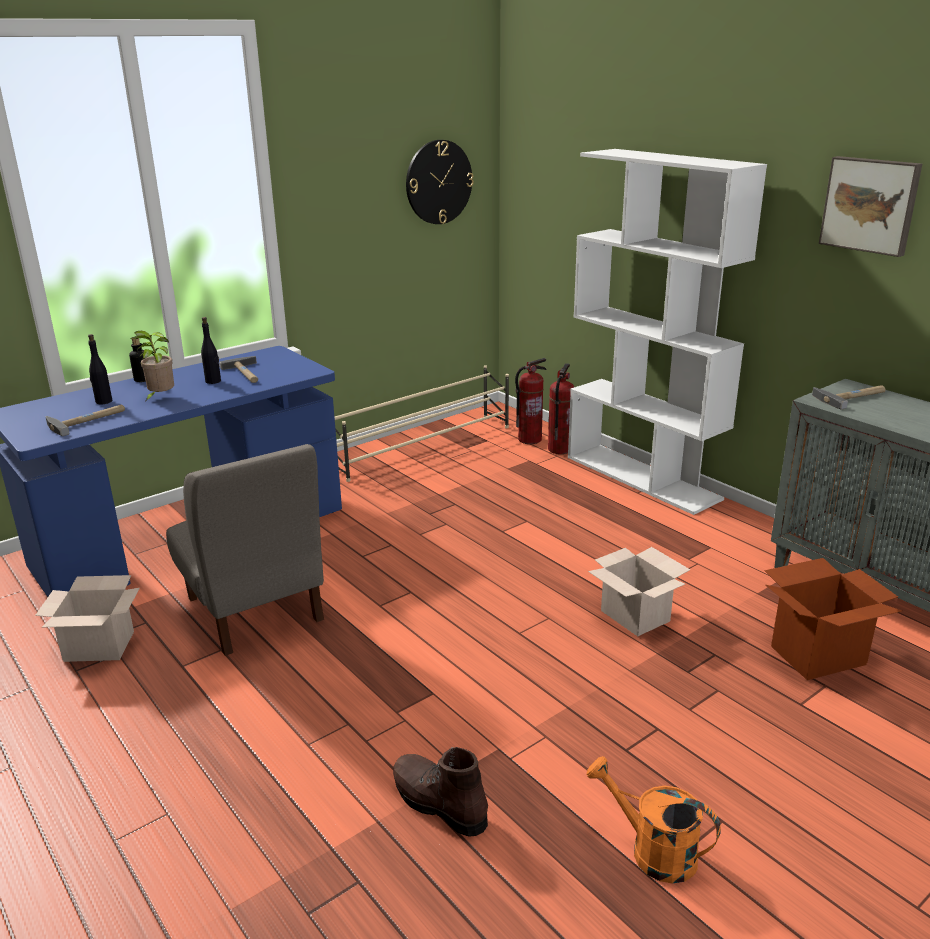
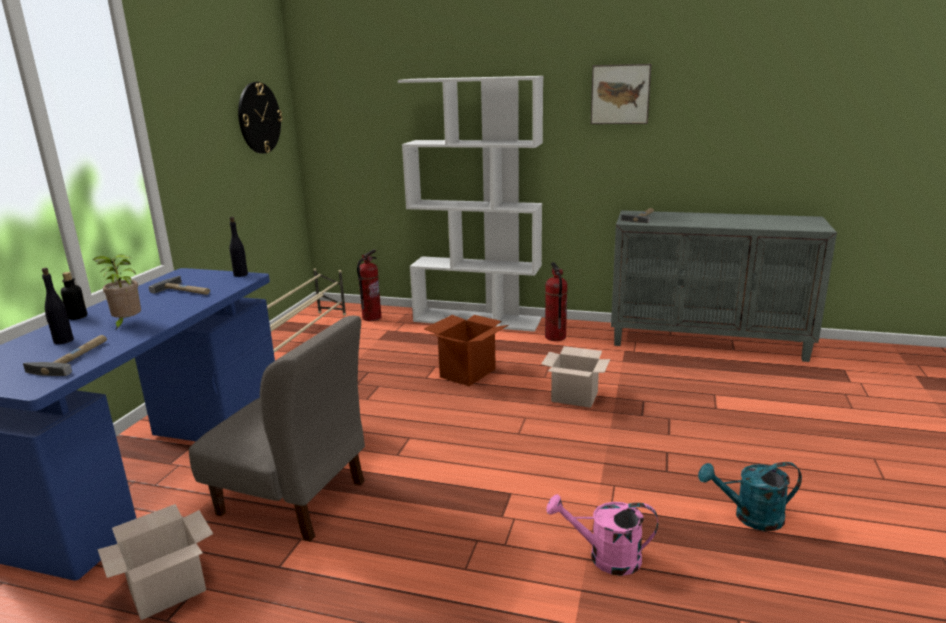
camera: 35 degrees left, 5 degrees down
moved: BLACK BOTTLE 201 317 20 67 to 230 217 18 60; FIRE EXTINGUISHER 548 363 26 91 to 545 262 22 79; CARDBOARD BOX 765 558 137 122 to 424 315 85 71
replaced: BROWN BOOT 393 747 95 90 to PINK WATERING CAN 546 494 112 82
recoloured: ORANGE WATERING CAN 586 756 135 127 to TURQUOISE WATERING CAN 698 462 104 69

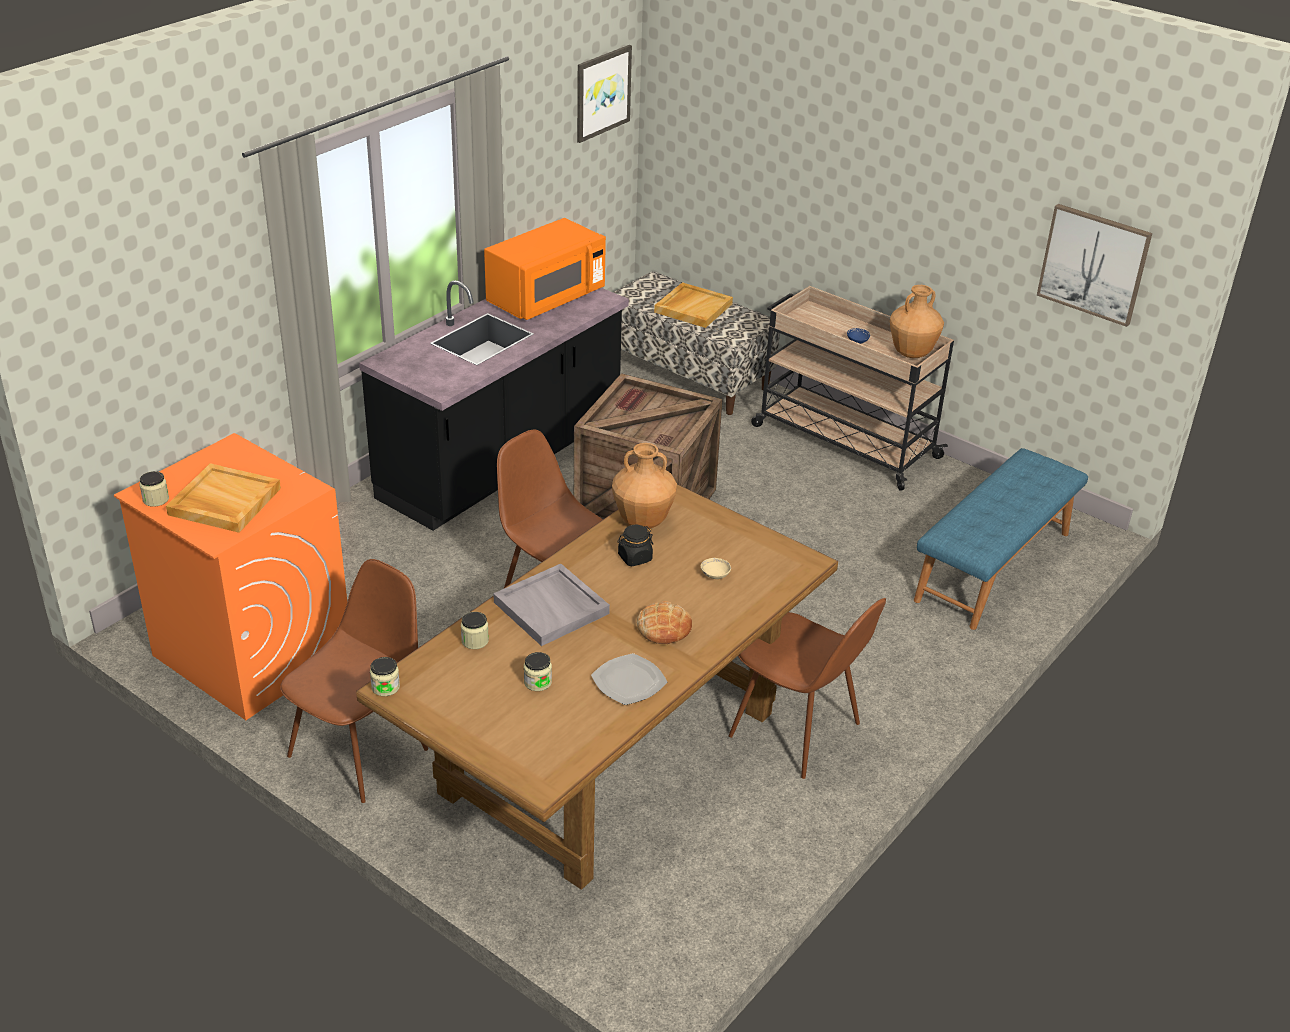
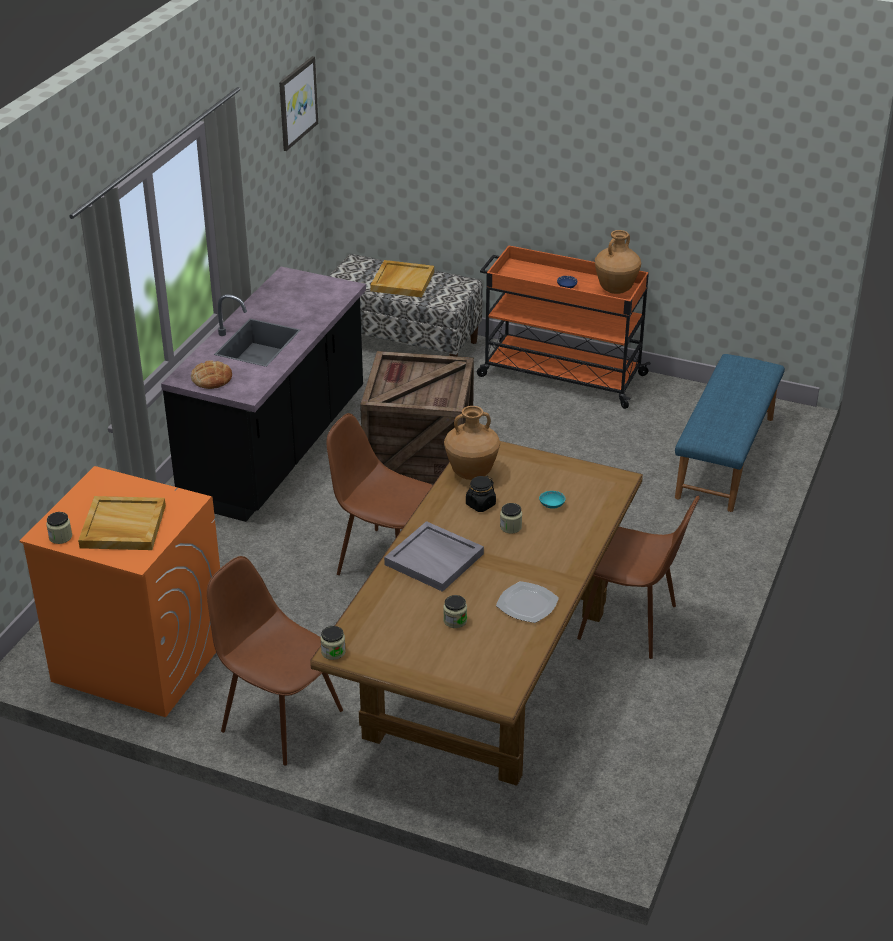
camera: 15 degrees left, 0 degrees up
removed: ORANGE MICROWAVE 484 218 122 102; PICTURE 1037 204 115 123
moved: JAR 461 612 28 37 to 500 503 22 30; BREAD 637 601 55 43 to 191 360 41 29
recoloured: BEIGE BOWL 701 558 30 21 to TURQUOISE BOWL 539 491 26 18; BEIGE CART 751 286 203 205 to ORANGE CART 477 245 174 164
turned: BROWN CHAIR 280 559 148 244 = 207 556 136 210 75 degrees counterclockwise

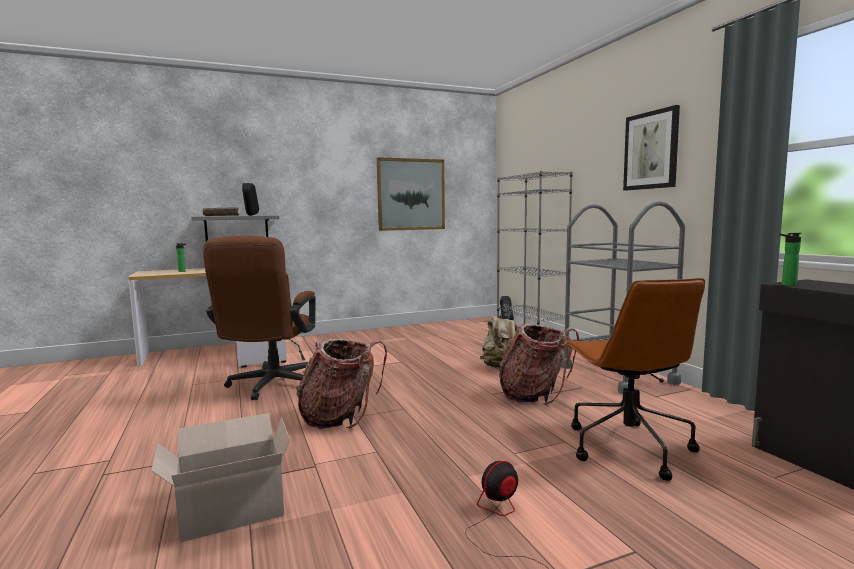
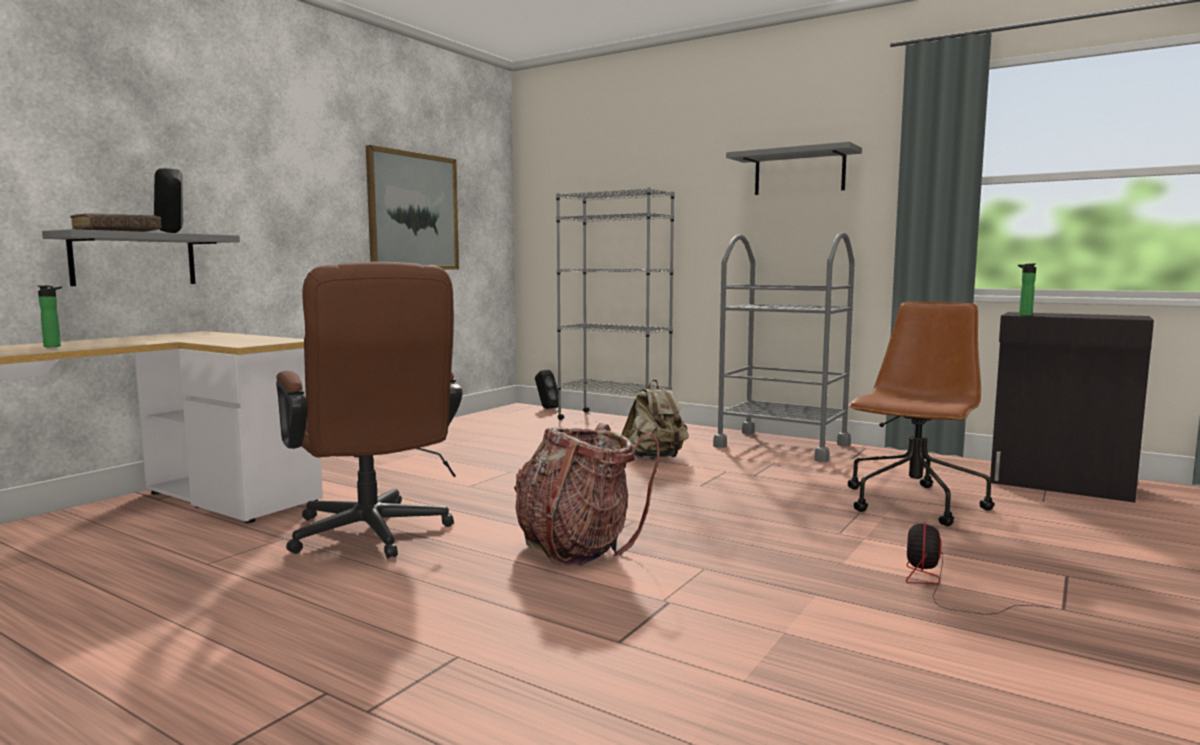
camera: 35 degrees left, 0 degrees up
removed: CARDBOARD BOX 151 413 139 129; BACKPACK 499 323 80 82
replaced: PICTURE 623 105 57 86 to GREY SHELF 726 142 136 53
turned: BROWN OFFICE CHAIR 564 278 141 203 = 848 301 147 225 105 degrees counterclockwise

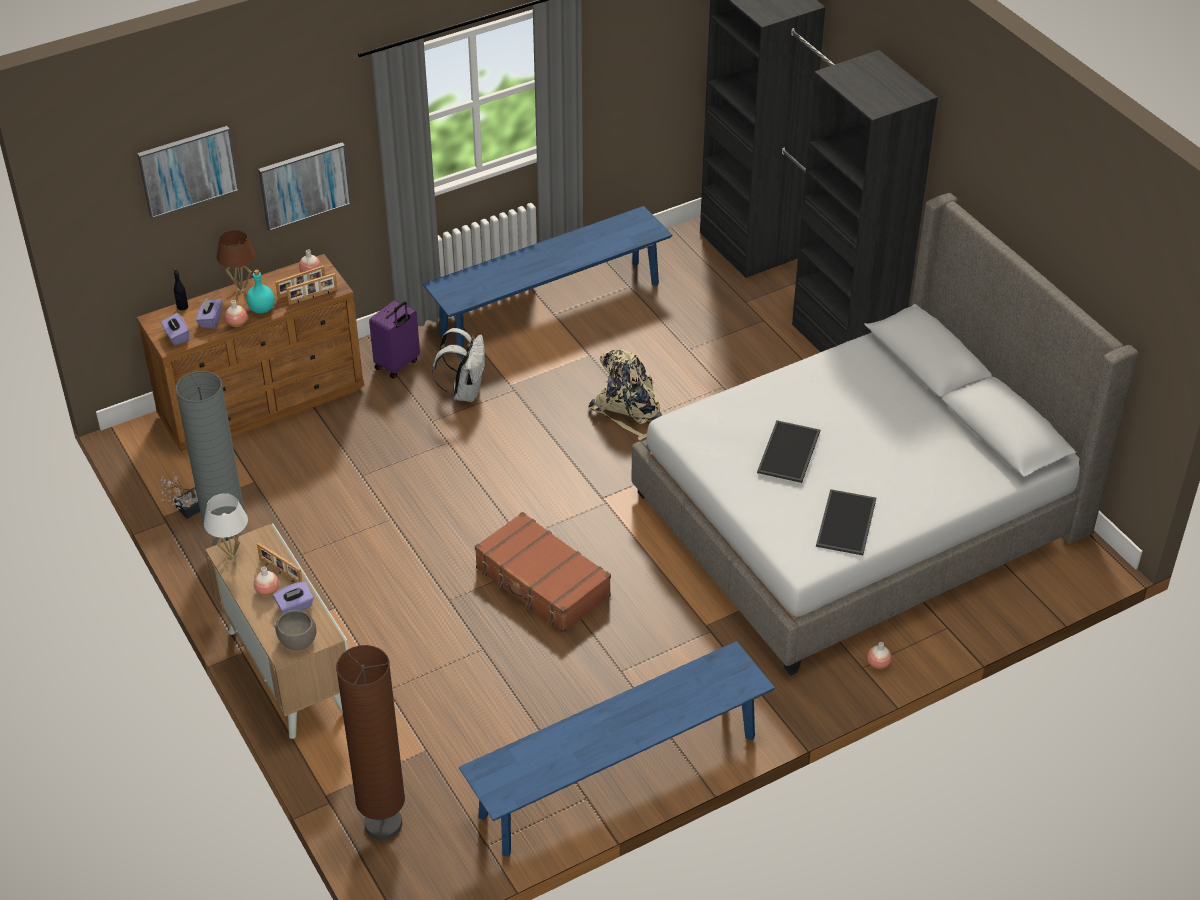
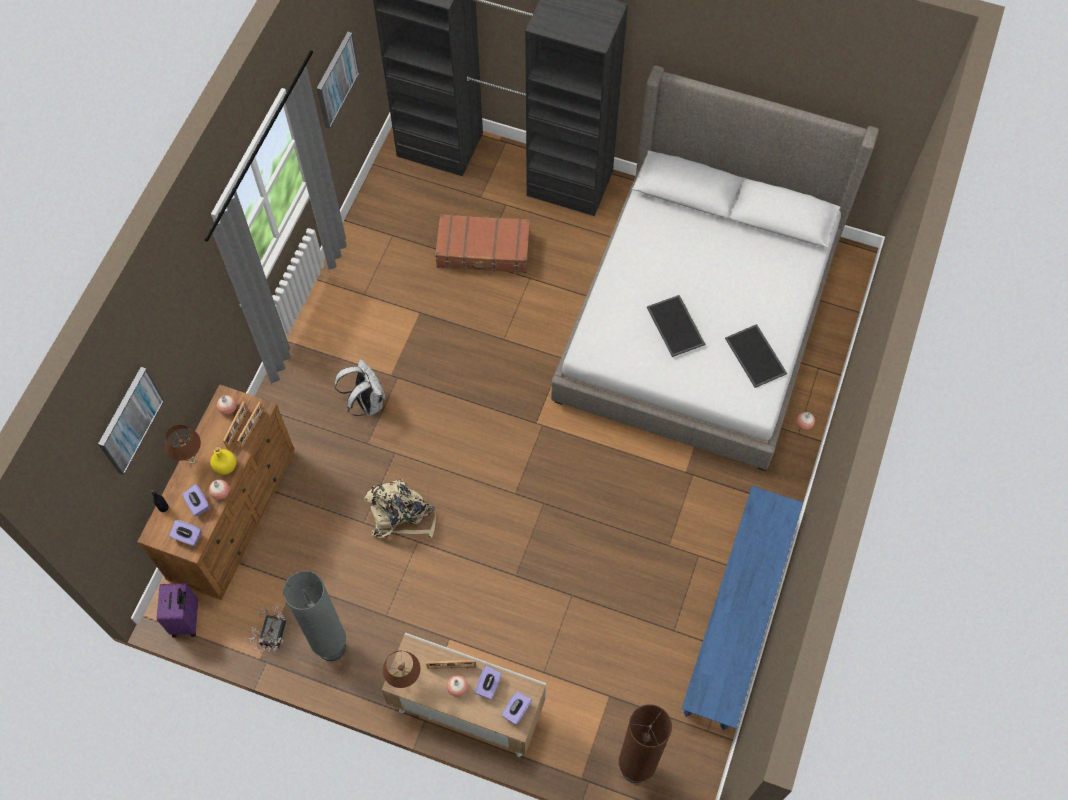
camera: 40 degrees left, 20 degrees up
removed: BLUE BENCH 423 206 249 152
moved: PICTURE 258 143 93 88 to 317 32 42 97; PURPLE SUITCASE 369 300 51 78 to 157 583 41 54; BROWN SUITCASE 475 512 136 121 to 435 214 95 60; BEIGE BACKPACK 588 349 74 92 to 365 479 71 59
replaced: GREY BOWL 274 610 42 40 to PURPLE TISSUE BOX 501 691 31 34
recoloured: WHITE TABLE LAMP 204 493 44 66 to BROWN TABLE LAMP 383 651 37 37; TURQUOISE BOTTLE 246 269 29 44 to YELLOW BOTTLE 210 447 27 28

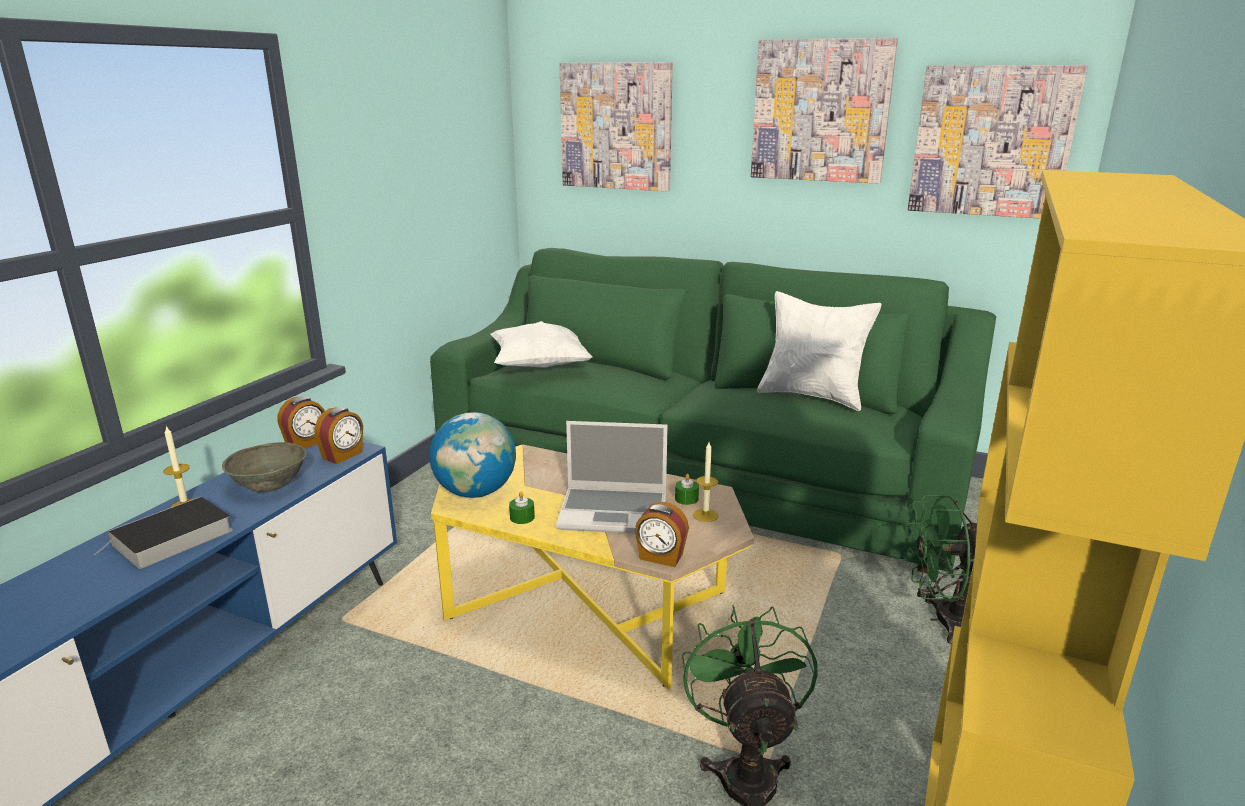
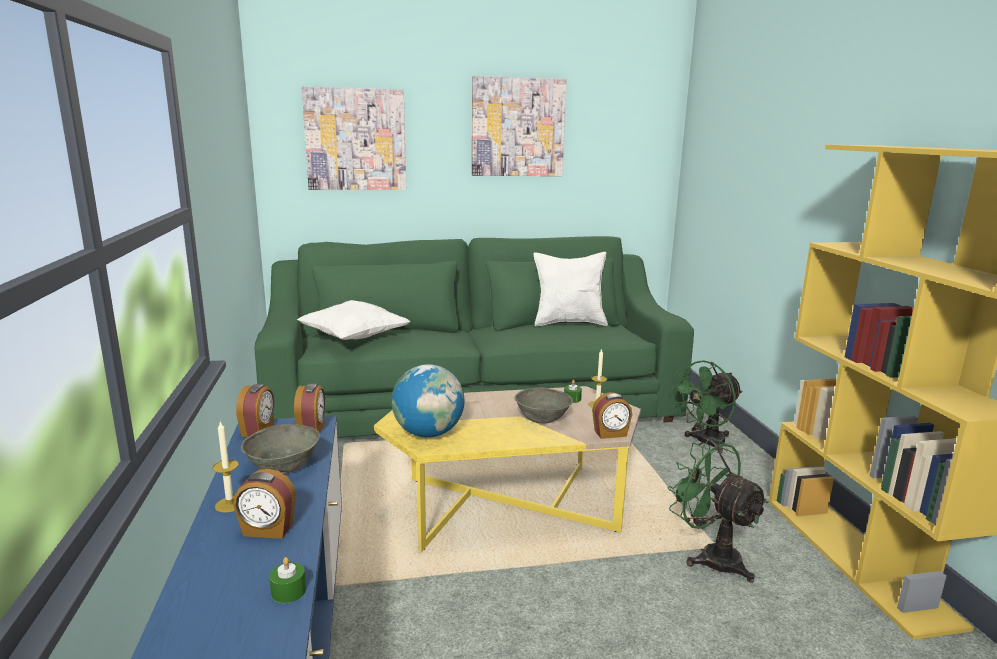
camera: 35 degrees left, 5 degrees down
removed: PICTURE 908 65 180 154
moved: GREEN CANDLE 509 492 26 32 to 269 557 37 46
replaced: BOOK 95 497 138 72 to ALARM CLOCK 233 469 63 70; LAPTOP 556 421 112 112 to GREY BOWL 514 387 59 37

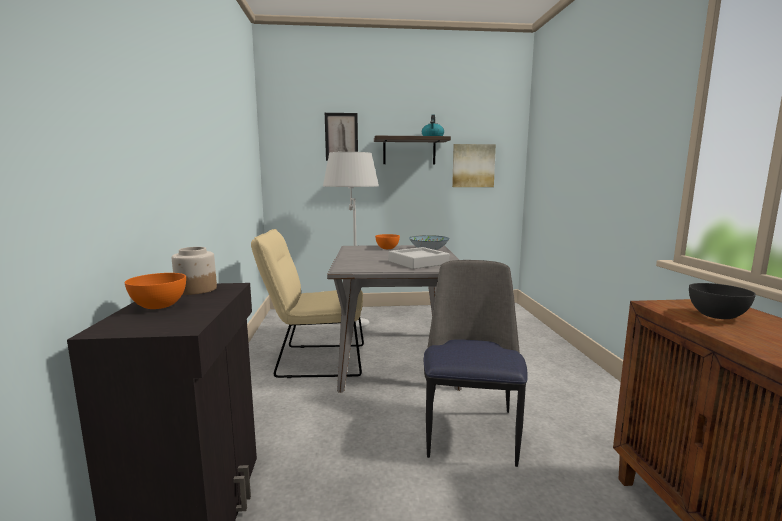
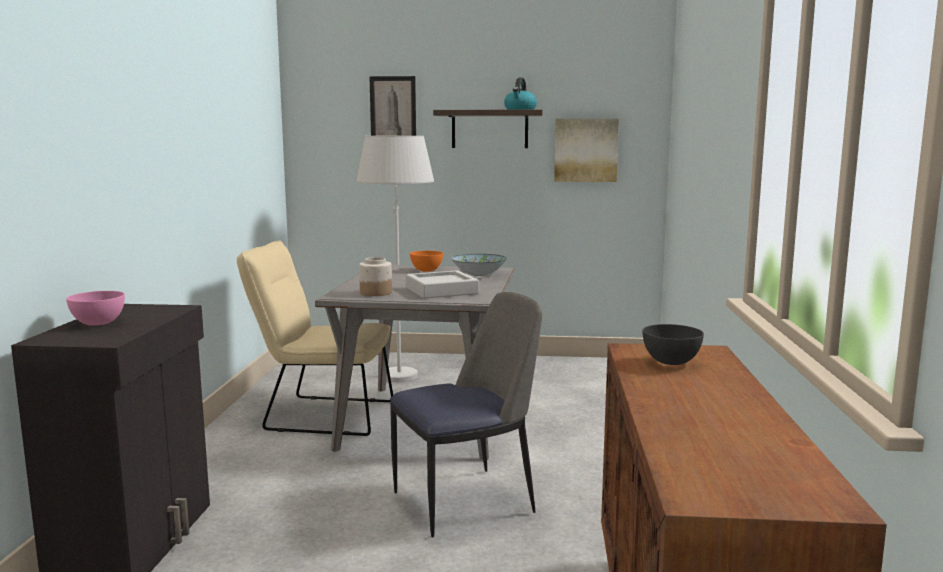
camera: 10 degrees right, 0 degrees up
moved: JAR 172 247 45 48 to 359 257 33 39
recoloured: ORANGE BOWL 125 273 61 36 to PINK BOWL 66 291 59 35
turned: CHAIR 424 260 103 207 = 390 292 152 246 45 degrees clockwise

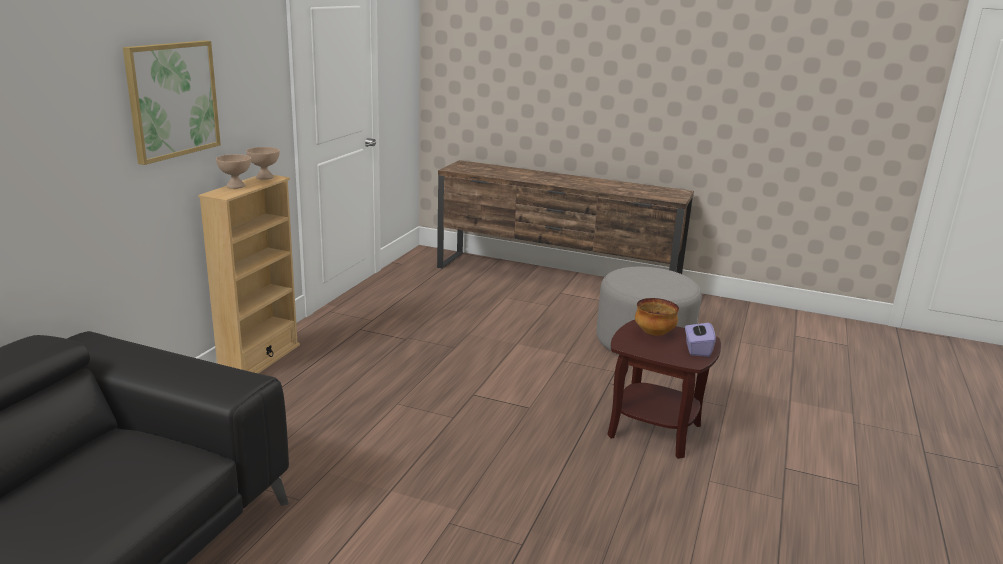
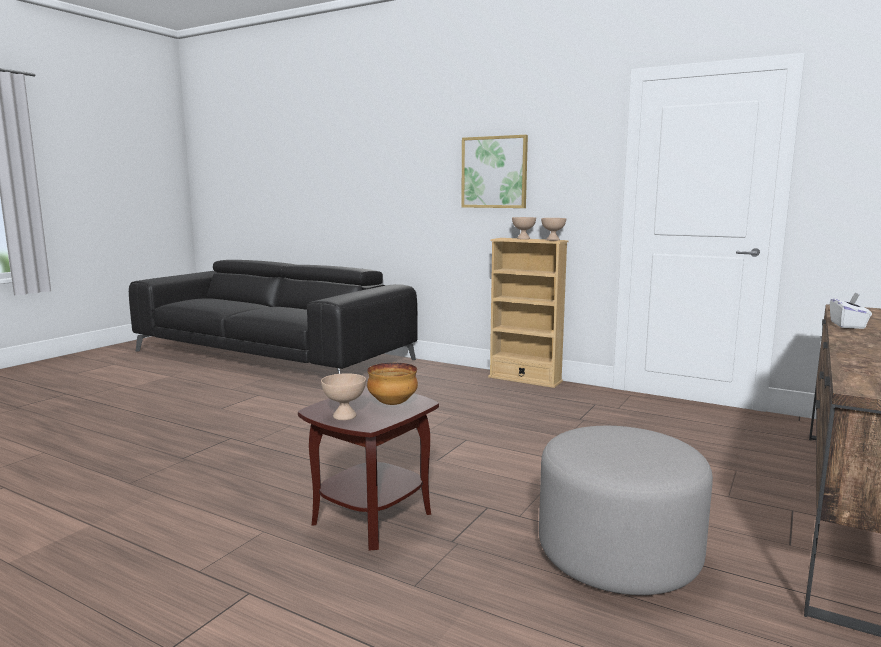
camera: 100 degrees right, 10 degrees down
added: WHITE TISSUE BOX 830 293 42 36
replaced: PURPLE TISSUE BOX 685 319 31 38 to BEIGE BOWL 321 373 45 47

